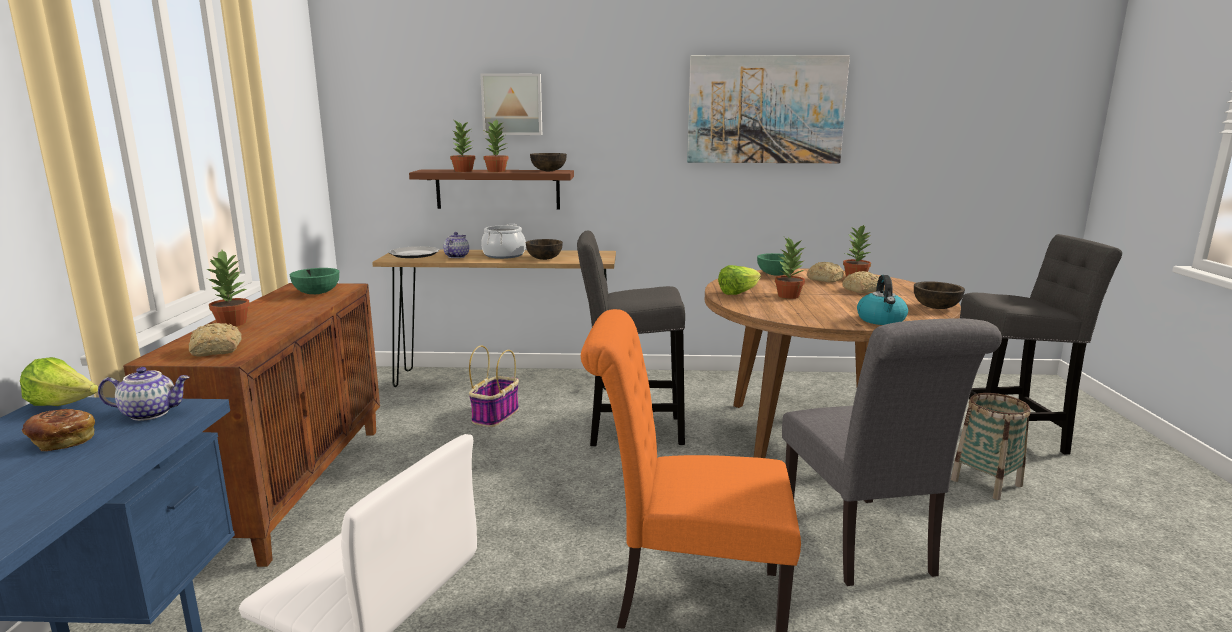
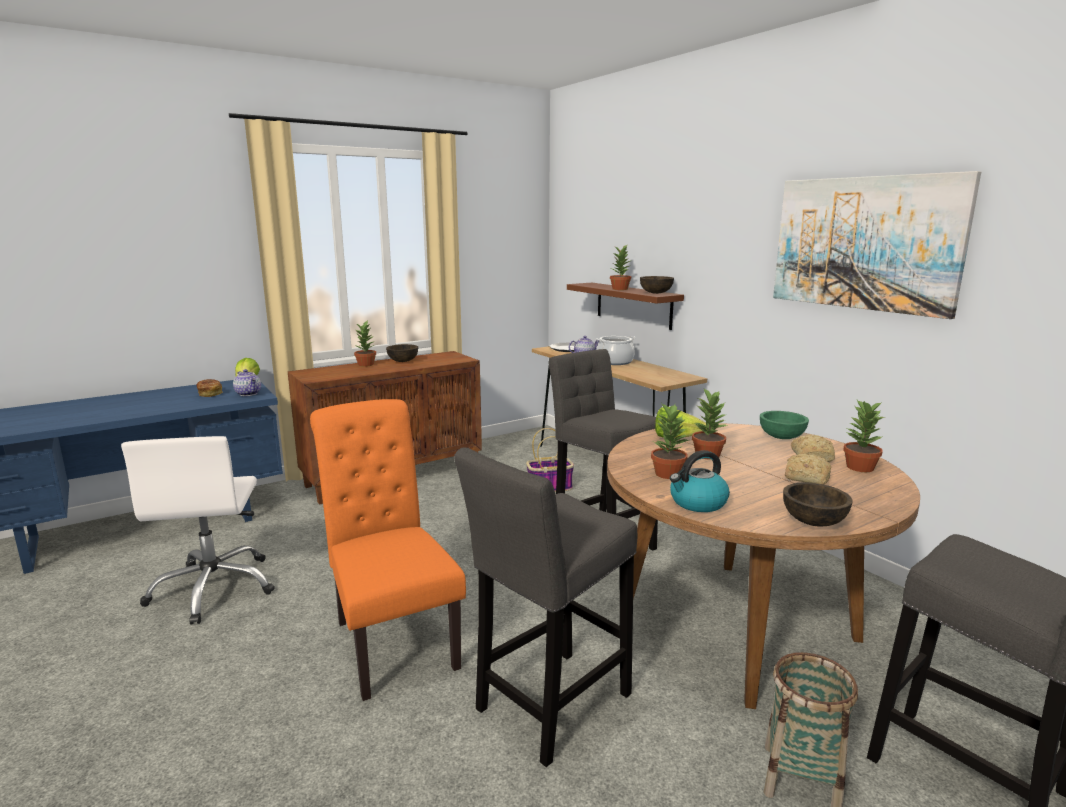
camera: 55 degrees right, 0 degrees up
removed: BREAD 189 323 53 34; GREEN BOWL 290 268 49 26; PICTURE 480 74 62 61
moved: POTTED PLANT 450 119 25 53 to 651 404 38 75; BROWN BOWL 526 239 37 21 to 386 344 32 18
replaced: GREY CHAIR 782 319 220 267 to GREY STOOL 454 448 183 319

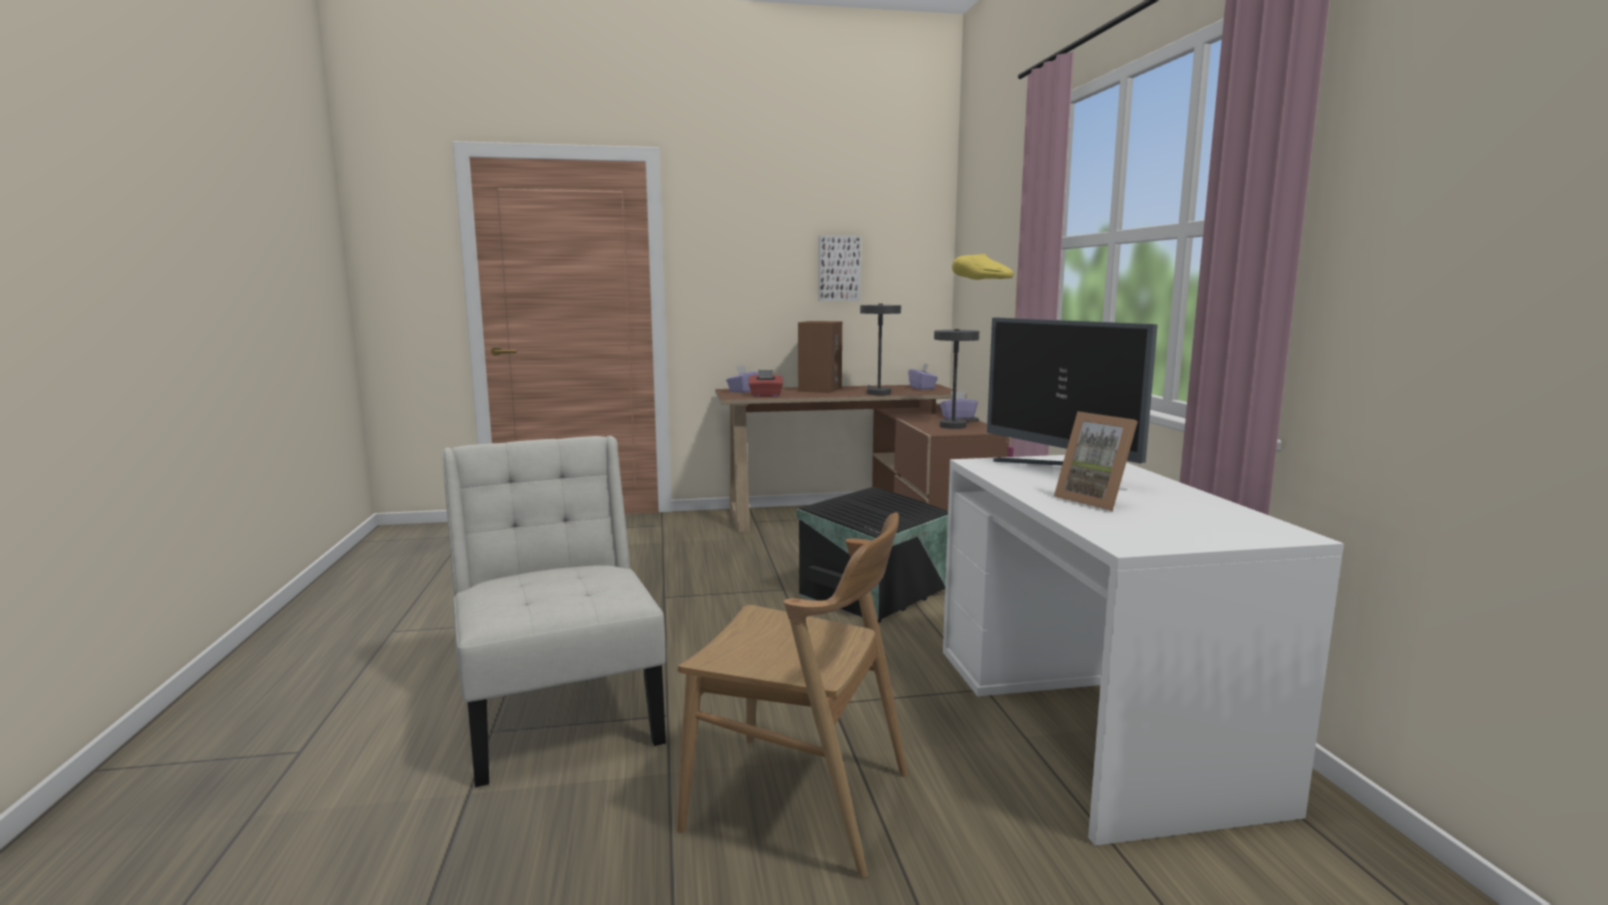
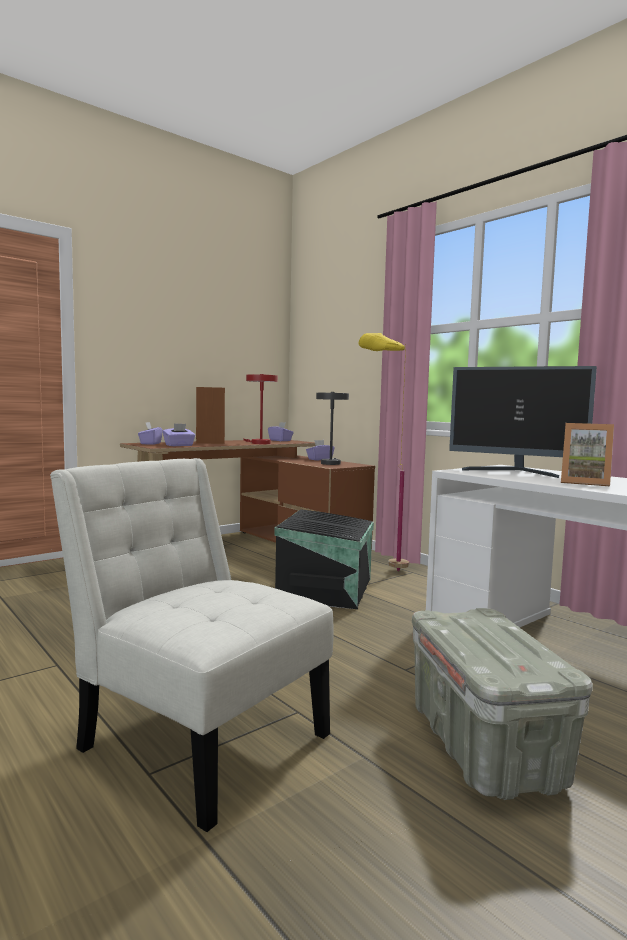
camera: 30 degrees left, 5 degrees down
removed: PICTURE 818 235 43 66
replaced: BROWN CHAIR 677 512 231 366 to GREY STORAGE BOX 412 608 181 192
recoloured: RED TISSUE BOX 749 370 34 27 to PURPLE TISSUE BOX 163 424 33 22; GREY TABLE LAMP 860 304 41 91 to RED TABLE LAMP 243 374 35 70

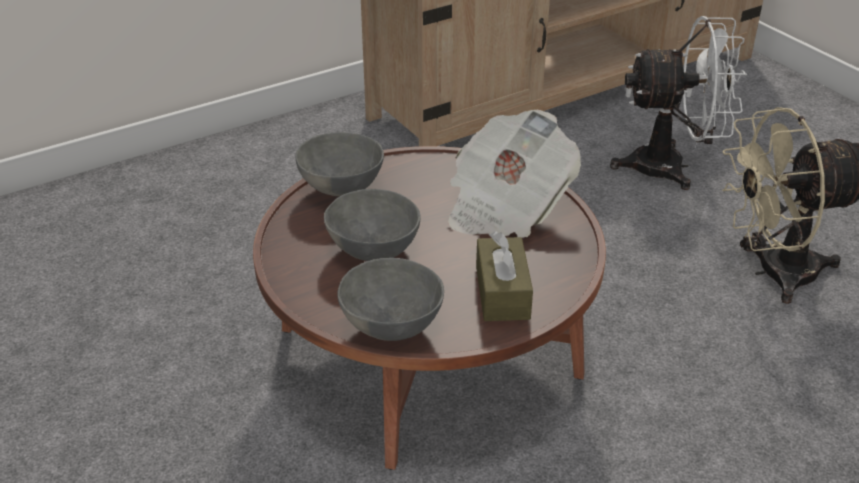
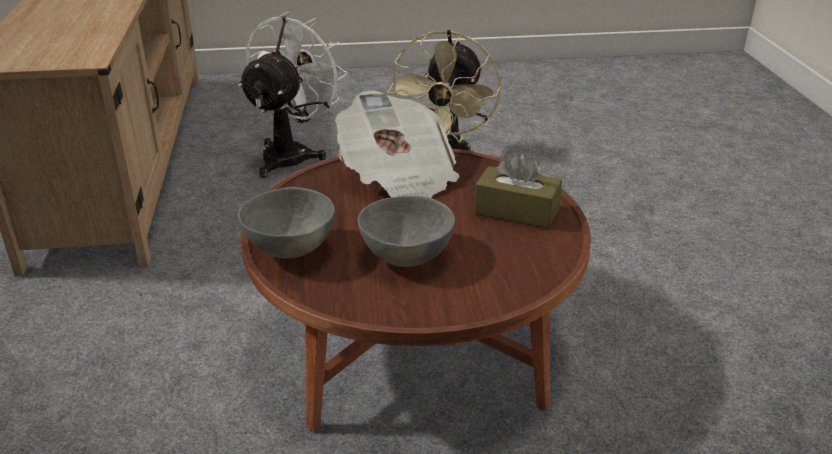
camera: 65 degrees left, 5 degrees down
removed: GREY BOWL 337 258 107 83

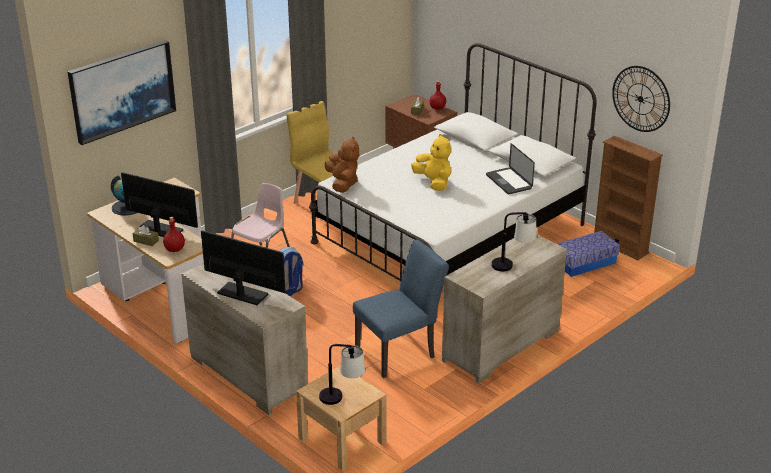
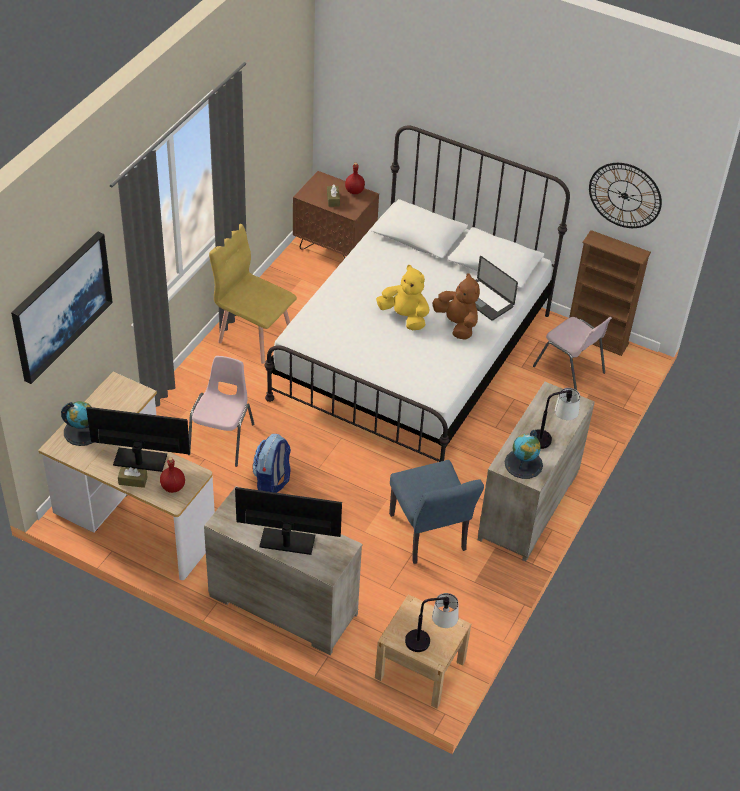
camera: 20 degrees left, 15 degrees up
added: GLOBE 505 430 38 49
moved: BROWN PLUSH TOY 325 137 34 56 to 432 273 48 67
replaced: STORAGE BOX 557 231 63 46 to PINK CHAIR 533 317 79 73
turned: BLUE CHAIR 353 239 96 139 = 389 460 95 104 120 degrees clockwise

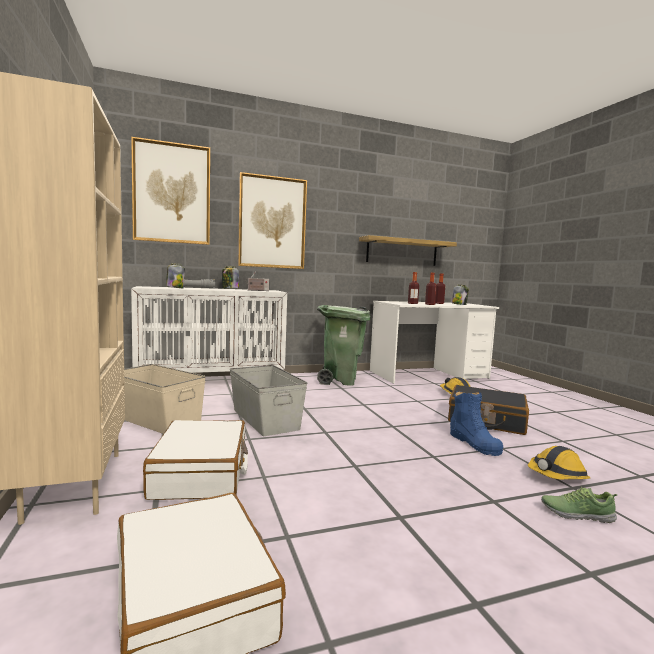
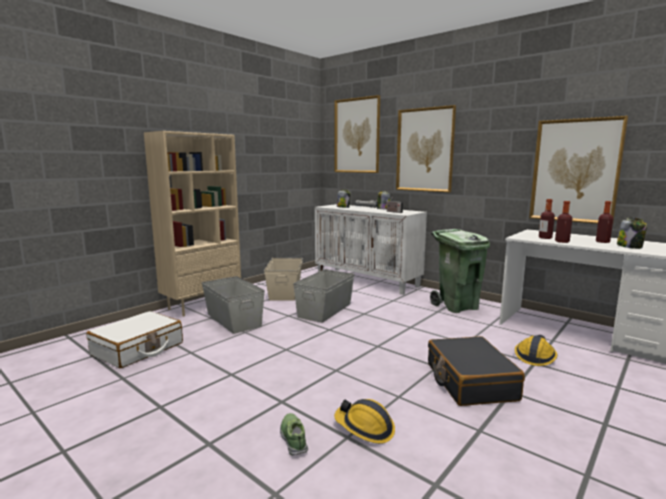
camera: 60 degrees right, 5 degrees up
removed: BLUE BOOT 450 391 53 65
replaced: WHITE SUITCASE 143 420 105 80 to GREY STORAGE BOX 202 276 63 58; SHELF 359 235 98 31 to PICTURE 529 116 99 108

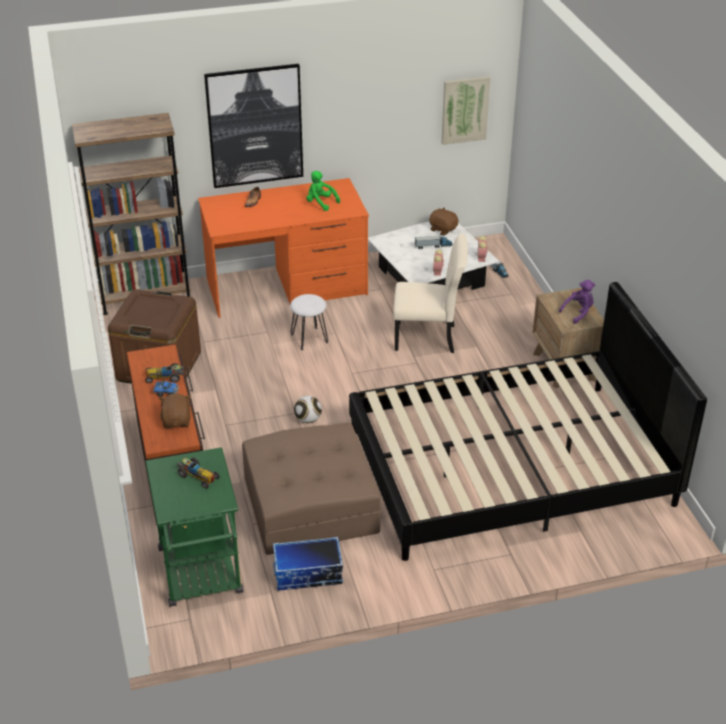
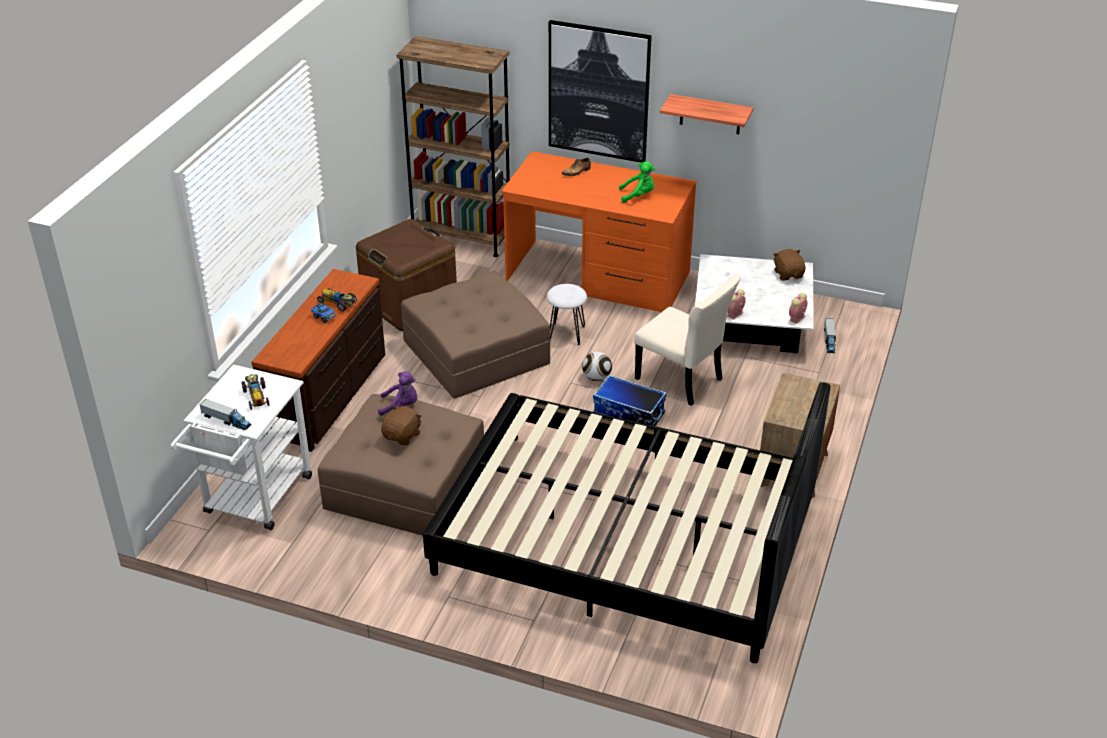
camera: 35 degrees right, 0 degrees up
removed: PICTURE 442 76 48 69
added: BROWN OTTOMAN 401 271 149 127; SHELF 660 94 93 40
moved: BROWN PLUSH TOY 159 394 32 34 to 381 405 41 41; STORAGE BOX 273 537 70 54 to 593 375 74 51; FOOTBALL 294 396 28 27 to 582 352 30 29; TOY TRUCK 415 235 37 14 to 199 399 52 31; PURPLE PLUSH TOY 559 280 36 44 to 378 371 39 45
recoloured: GREEN CART 145 447 99 160 to WHITE CART 171 364 141 166
turned: GREEN PLUSH TOY 306 171 34 40 = 619 161 36 42 105 degrees clockwise

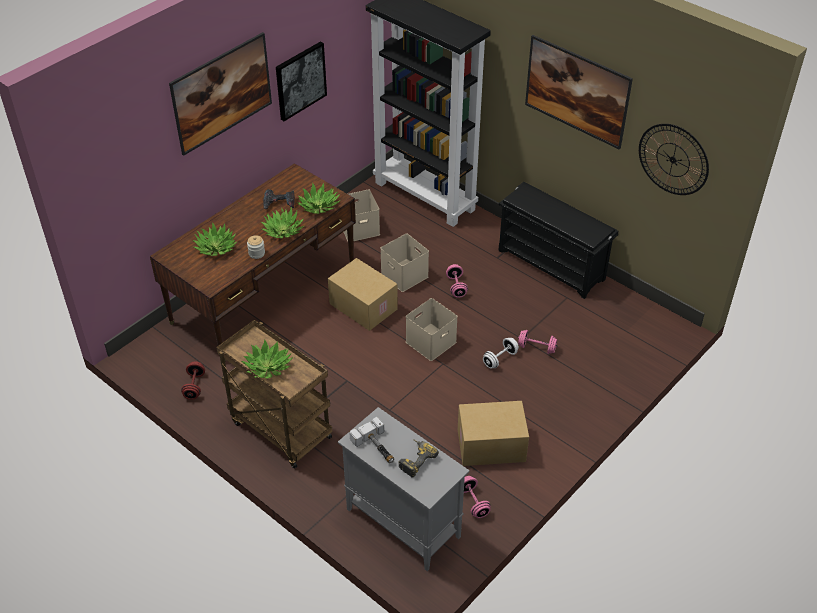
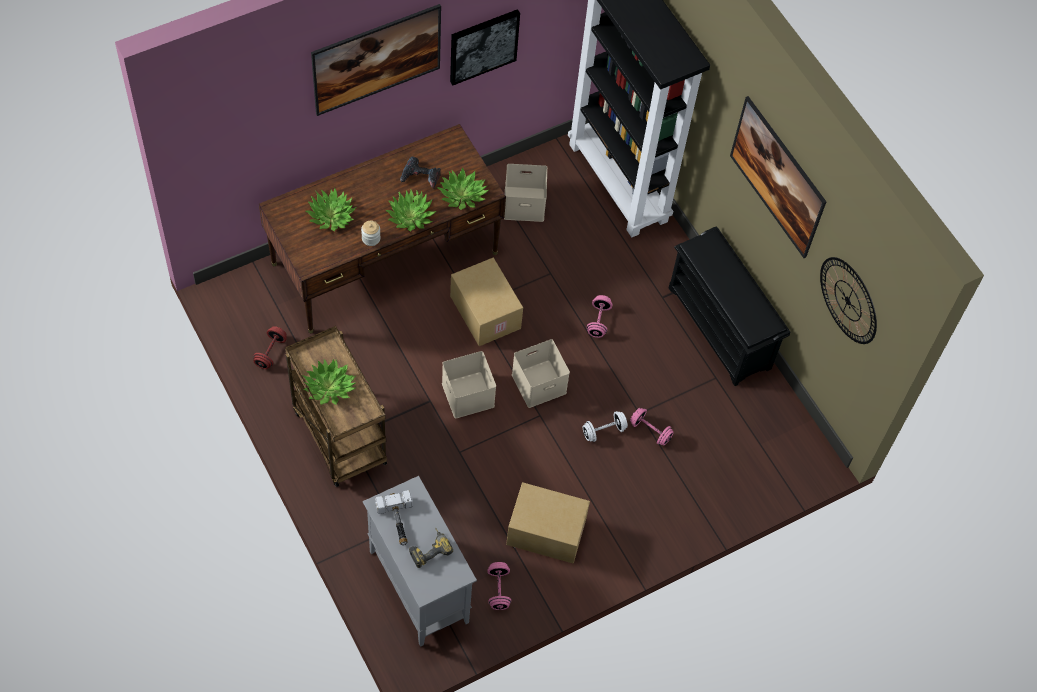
camera: 15 degrees right, 15 degrees up
moved: BEIGE STORAGE BOX 380 233 49 59 to 442 351 54 67

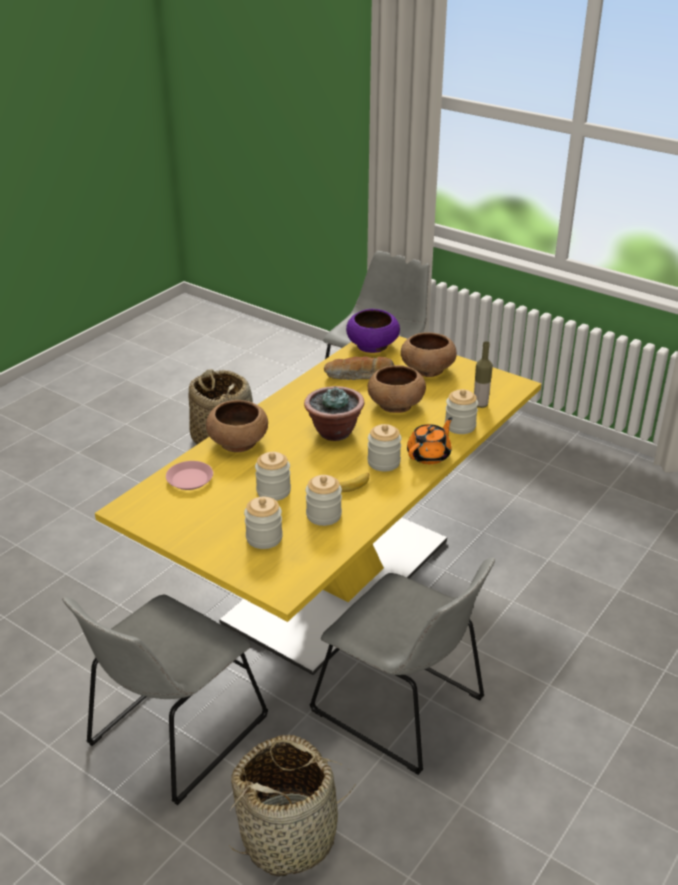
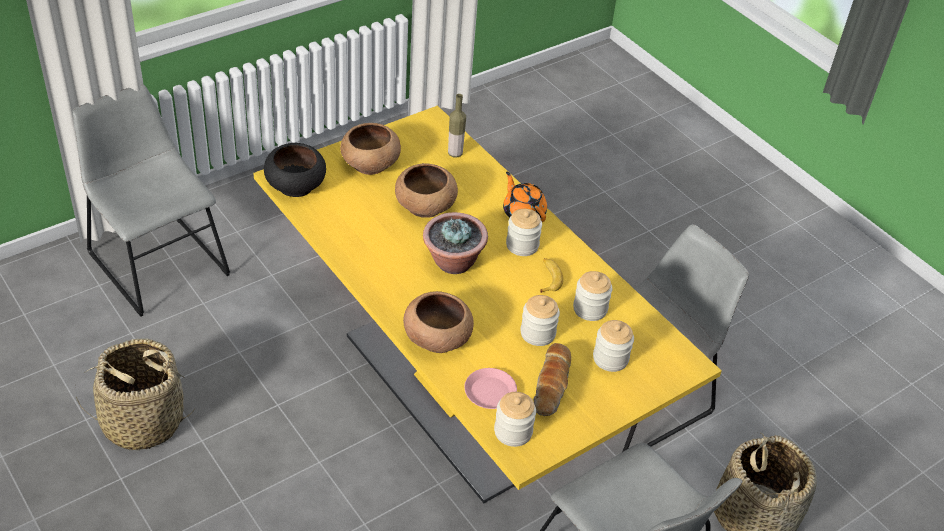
camera: 75 degrees left, 10 degrees up
moved: BREAD 324 357 70 23 to 533 343 38 73; JAR 445 389 33 45 to 494 392 42 55
recoloured: PURPLE BOWL 346 309 54 44 to BLACK BOWL 264 143 62 54

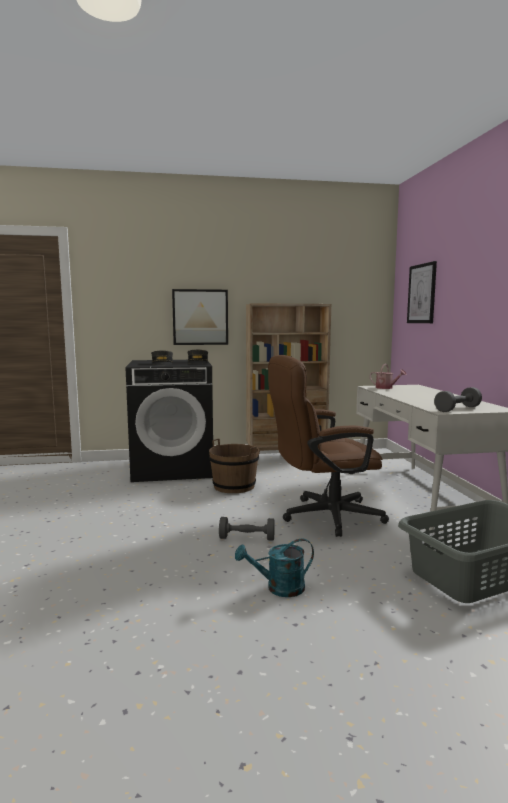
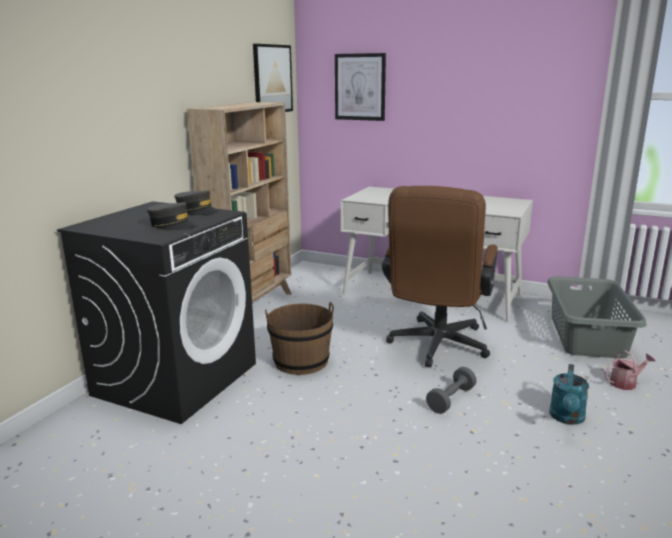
camera: 55 degrees left, 10 degrees up
removed: GREY DUMBBELL 434 387 48 25
moved: PICTURE 172 289 56 56 to 253 44 40 68; WATERING CAN 370 364 36 25 to 604 350 51 40

